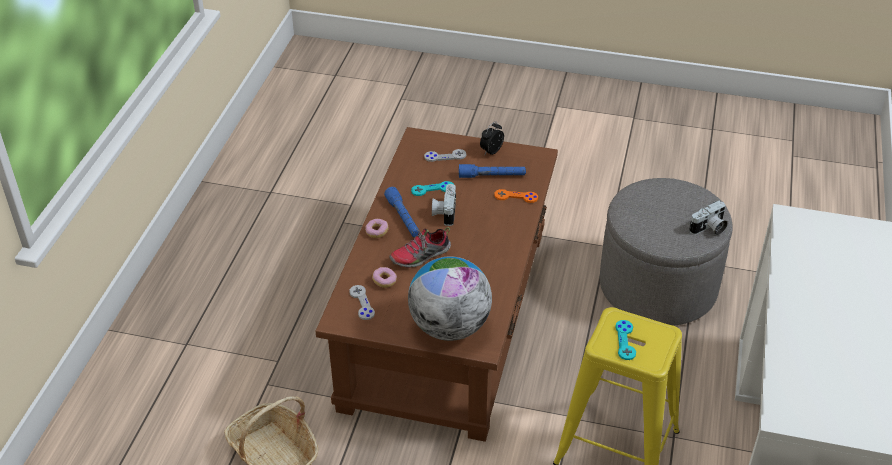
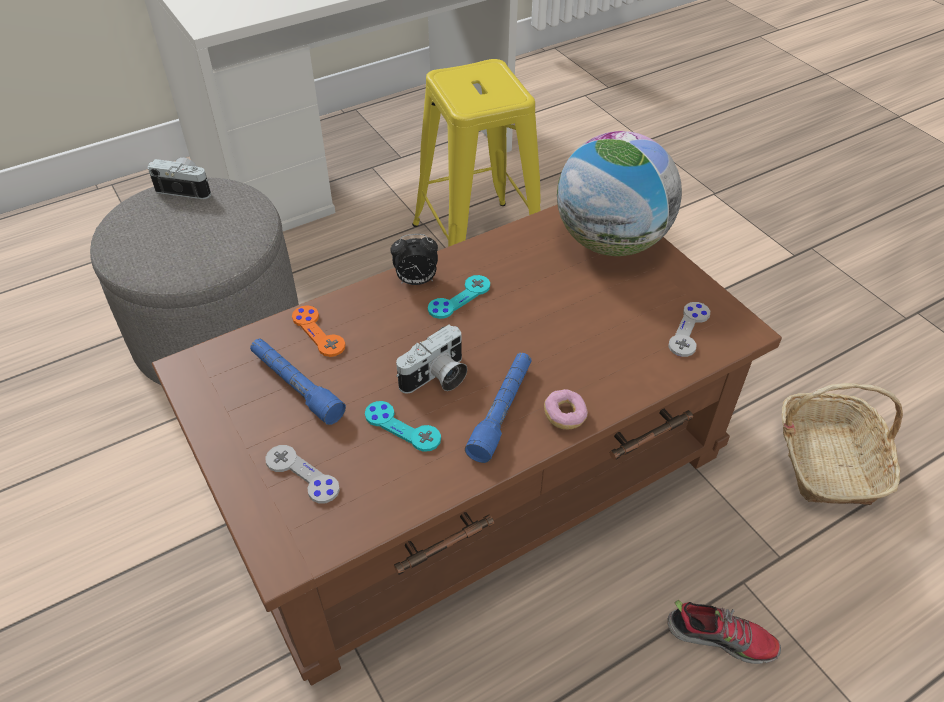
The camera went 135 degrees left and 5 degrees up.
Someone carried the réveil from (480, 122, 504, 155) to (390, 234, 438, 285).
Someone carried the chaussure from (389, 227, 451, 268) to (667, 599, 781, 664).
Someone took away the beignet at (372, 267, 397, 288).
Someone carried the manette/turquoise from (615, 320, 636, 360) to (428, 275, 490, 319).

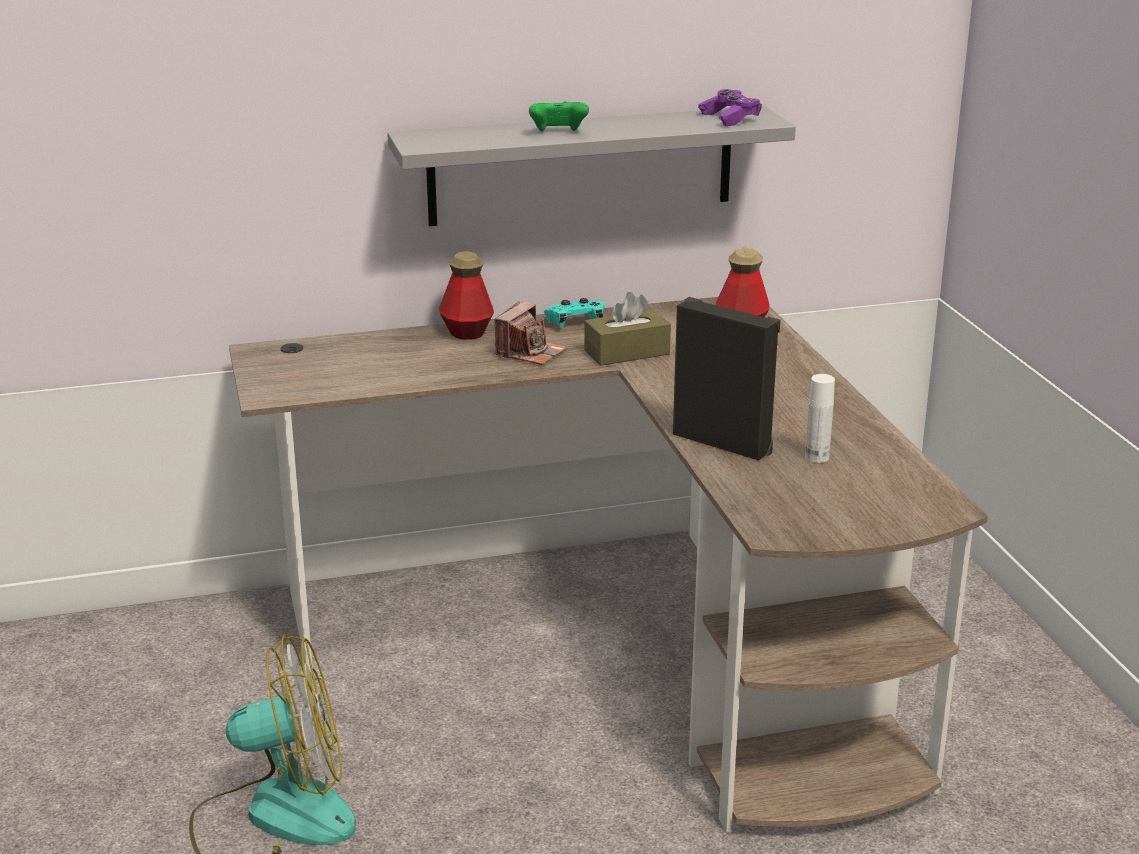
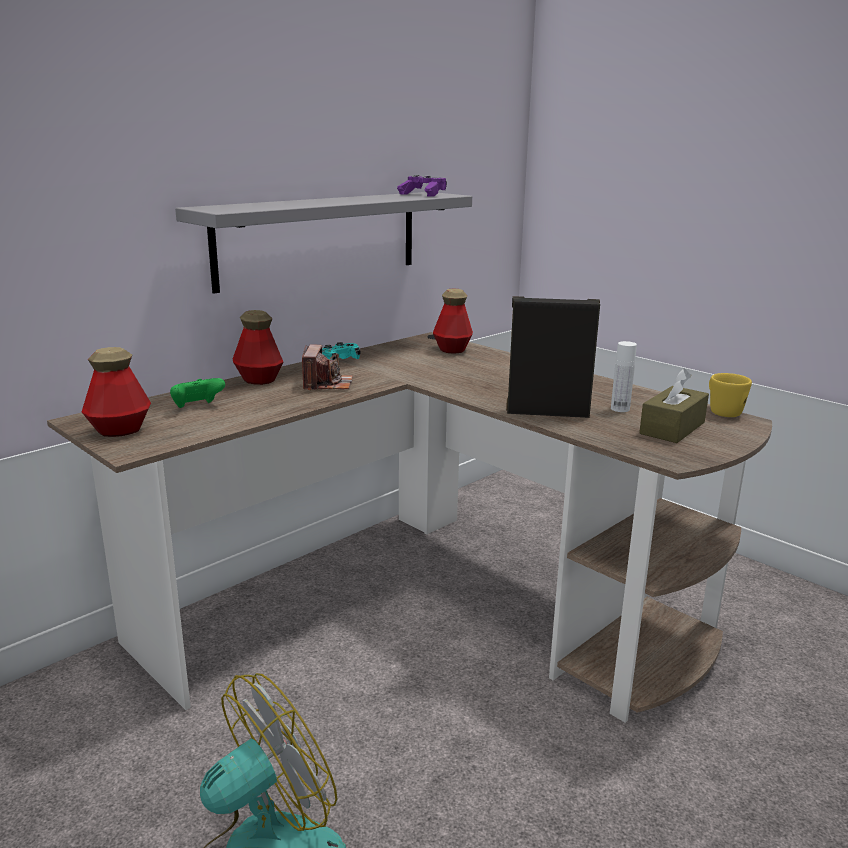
The camera went 30 degrees left and 5 degrees down.
Someone carried the manette/vert from (529, 101, 589, 131) to (170, 378, 225, 408).
Someone carried the boîte à mouchoirs/marron from (584, 292, 671, 366) to (639, 368, 709, 443).
Someone put down the bouteille at (82, 347, 151, 437).
Someone put down the mug/jaune at (709, 373, 752, 417).

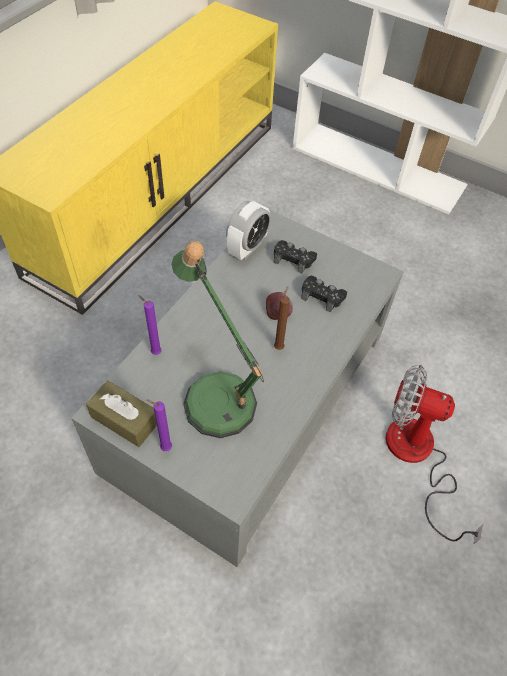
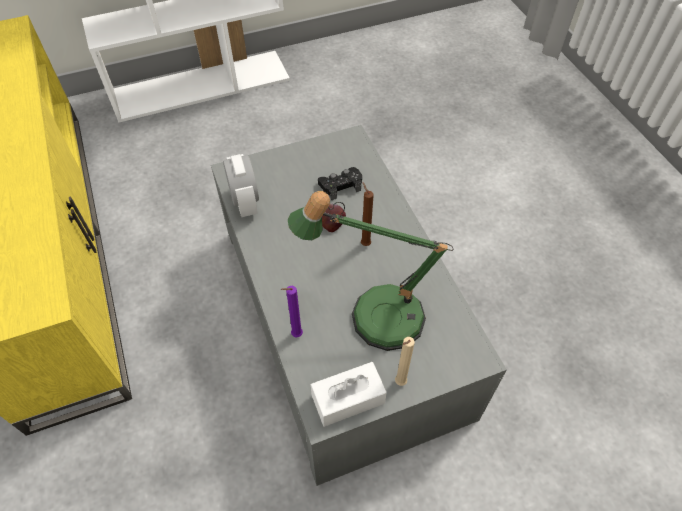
The camera went 50 degrees left and 0 degrees up.
Someone took away the manette/noir at (274, 240, 317, 274).
Someone took away the ventilateur at (386, 365, 484, 544).
Someone repainted the boîte à mouchoirs/marron at (86, 381, 157, 447), which became the boîte à mouchoirs/blanc at (311, 362, 387, 427).
Someone repainted the bougie/violet at (147, 399, 172, 451), which became the bougie/beige at (395, 337, 415, 386).

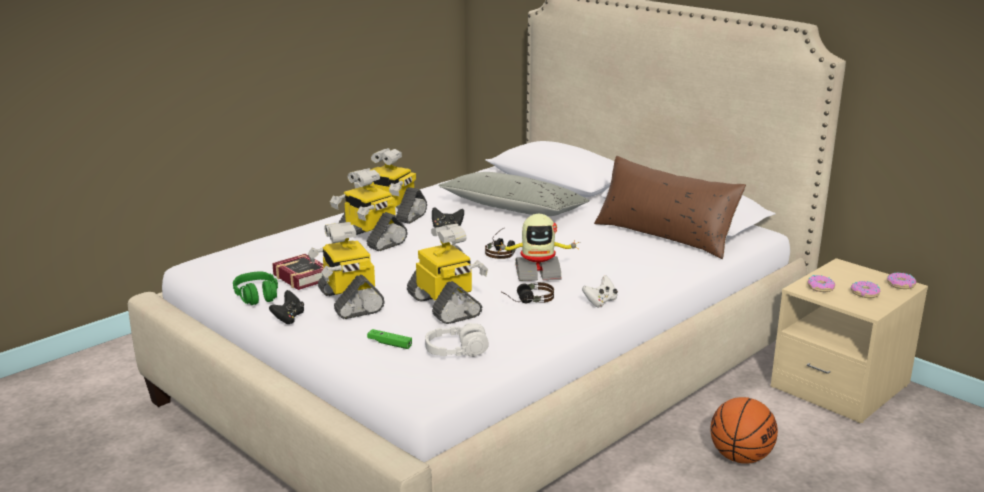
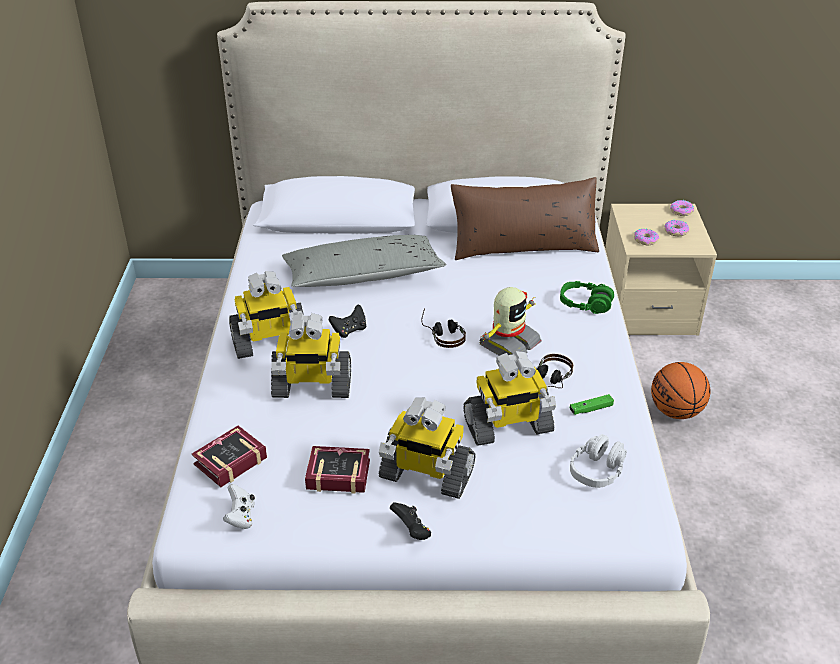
The camera went 45 degrees left and 15 degrees up.
Someone rotated the robot jouet at (407, 224, 488, 324) by 150 degrees clockwise.
Someone carried the casque audio/vert from (233, 271, 278, 305) to (560, 281, 614, 314).
Someone carried the manette/blanc from (582, 275, 618, 308) to (223, 484, 255, 529).
Someone carried the manette/vert from (367, 329, 412, 349) to (570, 394, 614, 415).
Someone put down the livre at (192, 426, 267, 487).

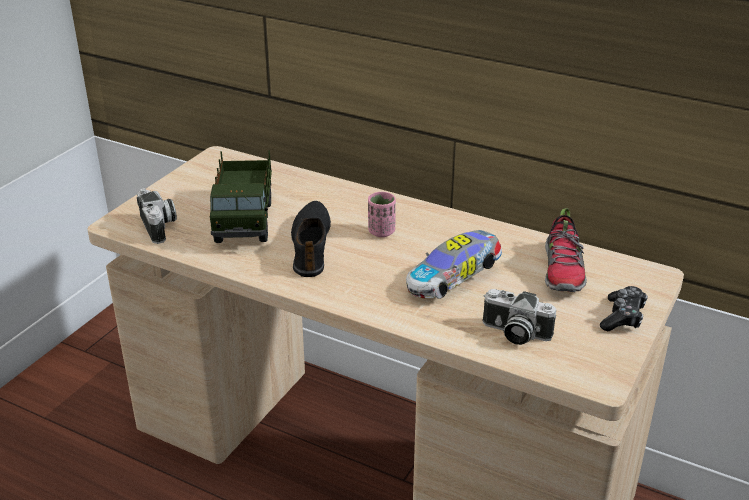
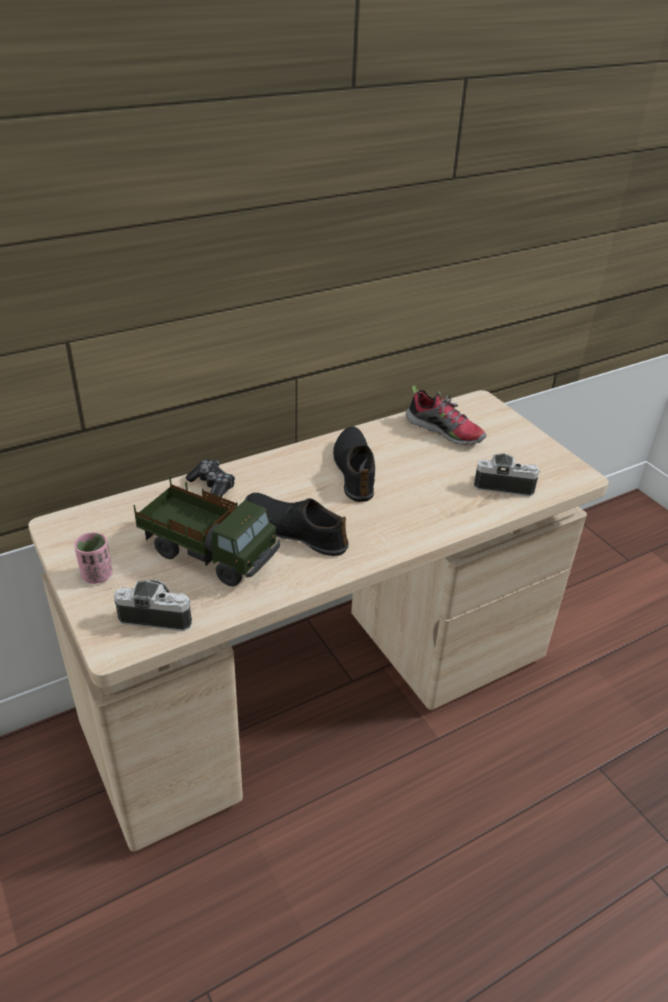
The camera went 60 degrees left and 5 degrees up.
Someone carried the tasse/rose from (368, 192, 396, 237) to (74, 532, 113, 584).
Someone took away the petite voiture at (406, 230, 502, 299).
Someone carried the manette from (600, 286, 648, 332) to (186, 459, 235, 503).
Someone rotated the appareil photo at (482, 289, 556, 345) by 135 degrees counterclockwise.
Someone put down the chaussure/noir at (333, 426, 375, 502).

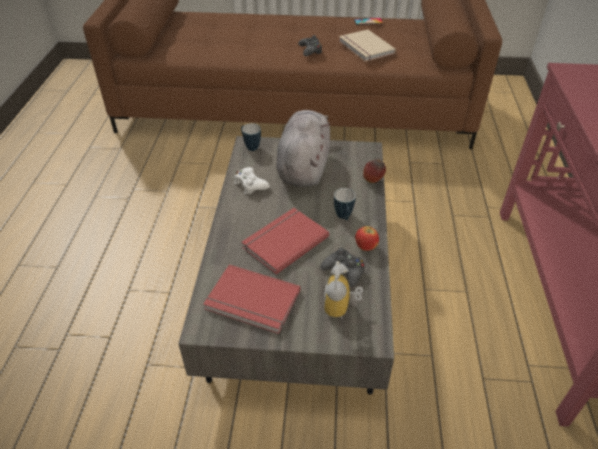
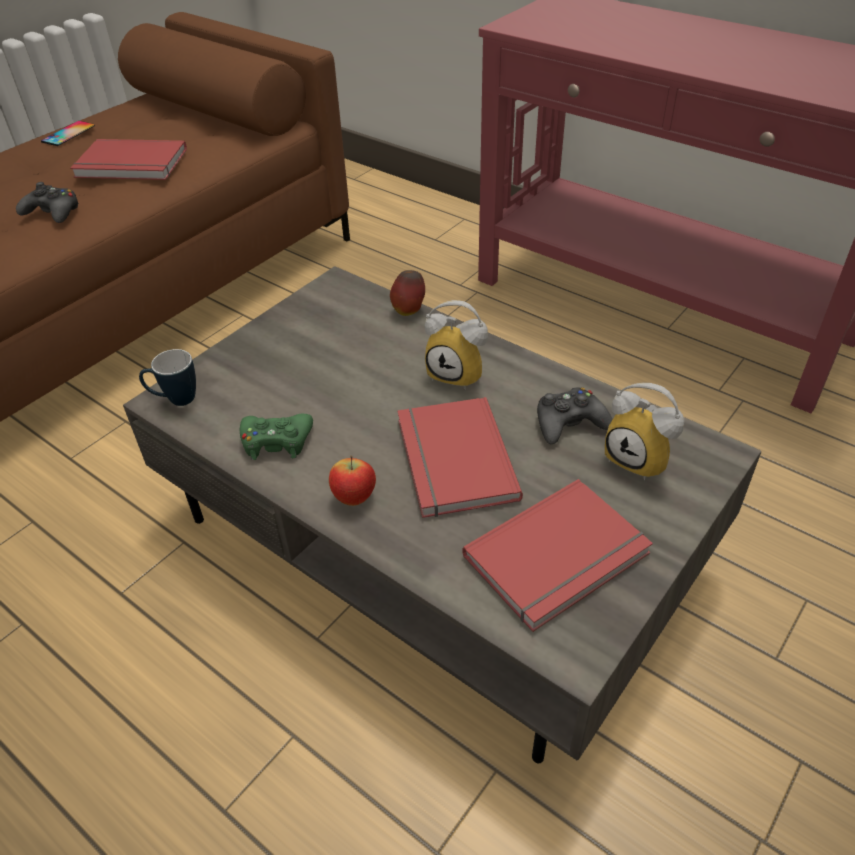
The camera went 55 degrees left and 0 degrees up.
Someone repainted the livre/beige at (339, 29, 396, 62), which became the livre/rouge at (70, 139, 187, 180).
Someone took away the peluche/gris at (276, 110, 330, 187).
Someone repainted the manette/blanc at (234, 167, 270, 194), which became the manette/vert at (240, 414, 313, 460).
Someone swapped the mug at (334, 188, 356, 221) for the réveil at (425, 300, 488, 390).
Someone carried the pomme from (355, 226, 379, 251) to (329, 456, 376, 506).

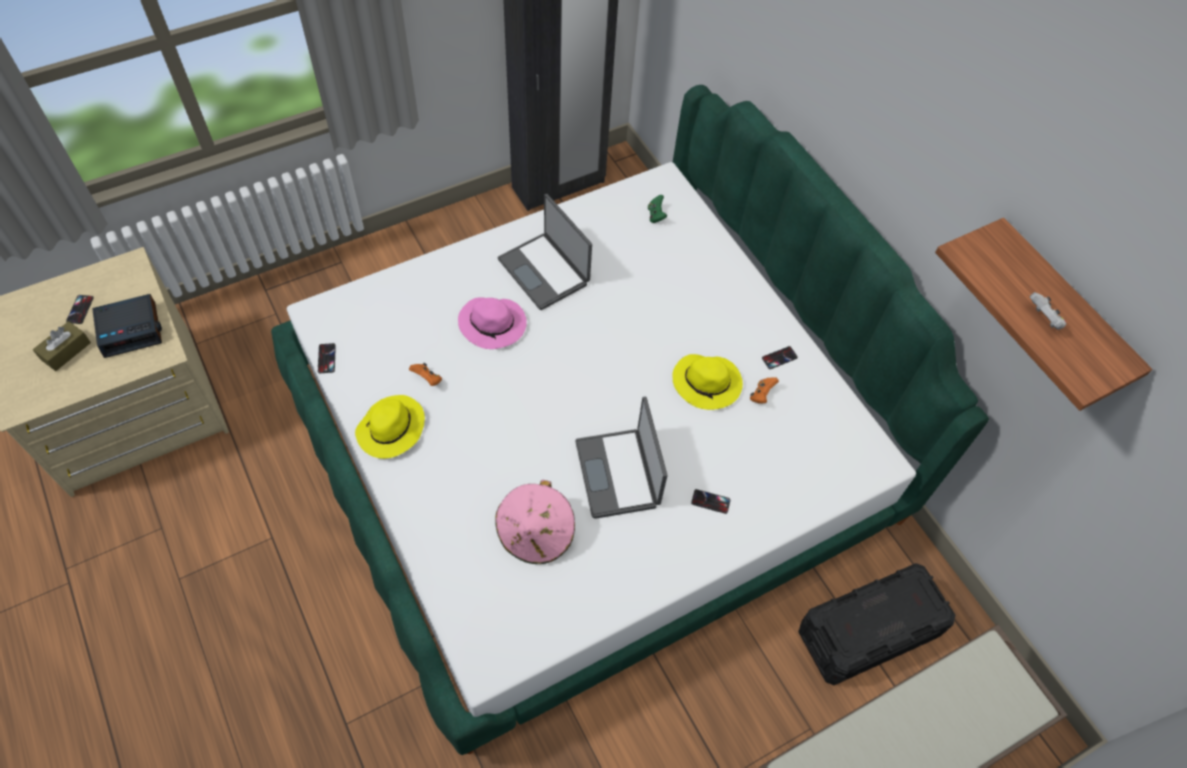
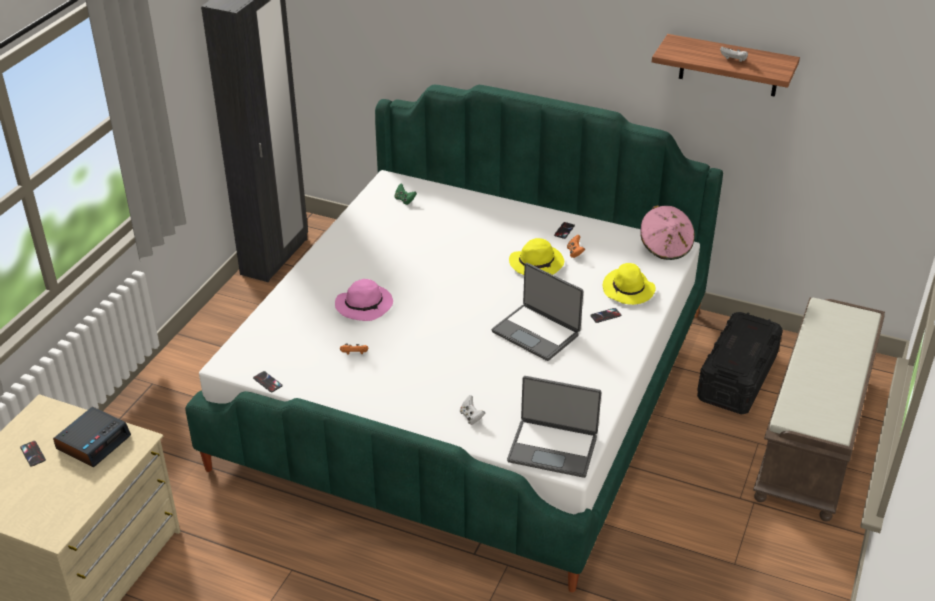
The camera went 35 degrees left and 20 degrees down.
Someone carried the ordinateur portable from (497, 194, 592, 310) to (507, 376, 601, 478).
Someone took away the boîte à mouchoirs/marron at (33, 321, 91, 371).
Someone carried the chapeau/jaune from (355, 395, 425, 459) to (603, 263, 656, 305).
Someone carried the chapeau/rose from (495, 480, 575, 564) to (640, 205, 695, 260).
Someone put down the manette/blanc at (460, 395, 485, 425).

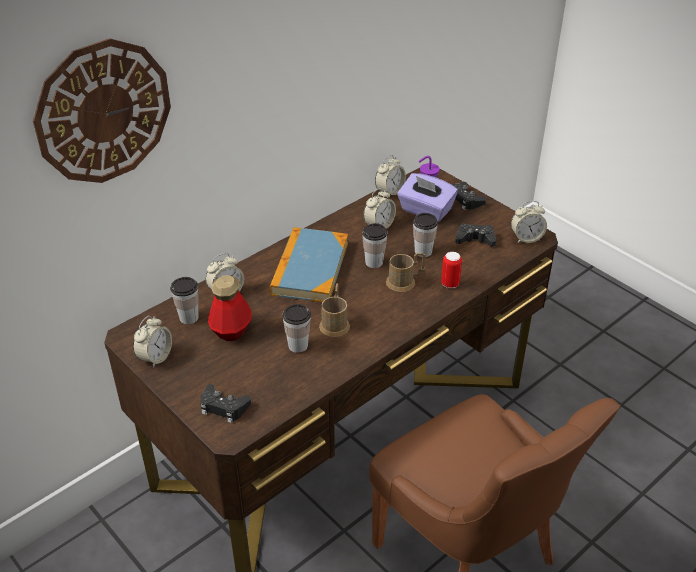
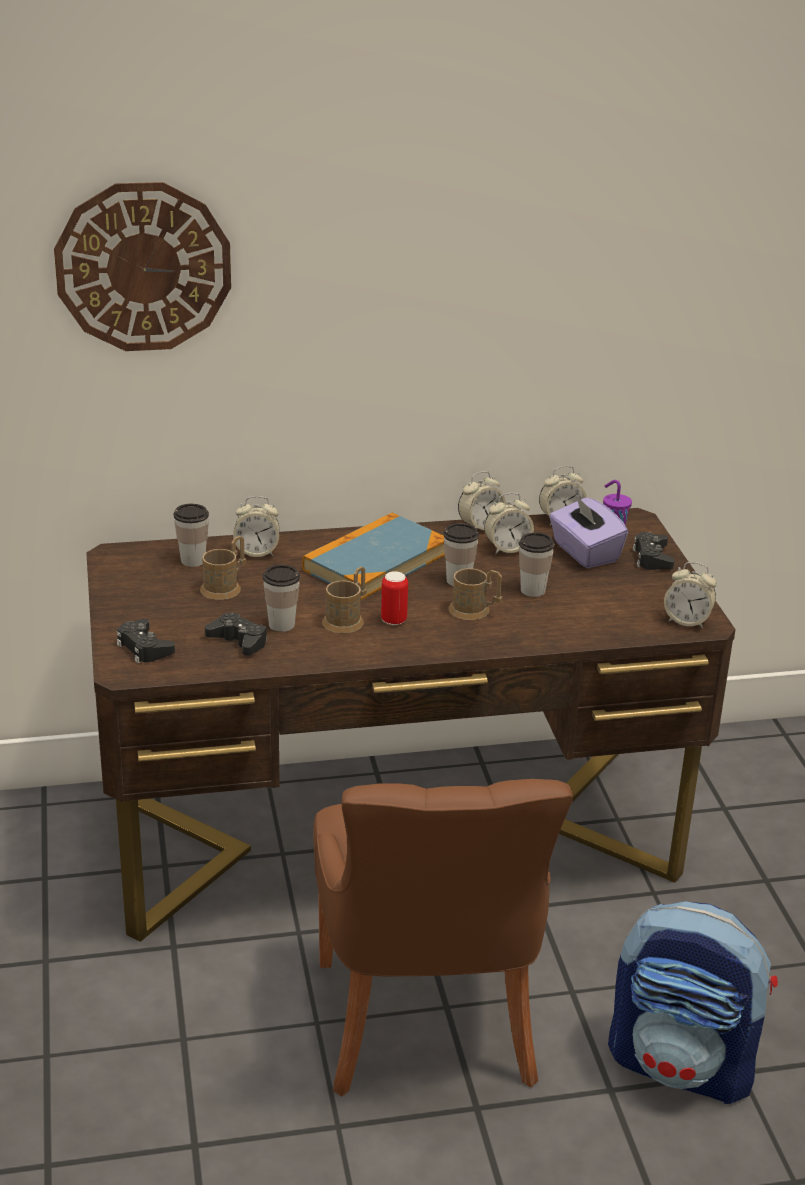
The camera went 30 degrees right and 10 degrees down.
Someone carried the manette/noir from (455, 223, 496, 247) to (205, 612, 267, 655).
Someone carried the boîte métallique from (441, 252, 462, 288) to (381, 571, 408, 625).
Someone swapped the bouteille at (208, 275, 252, 341) for the mug/marron at (200, 536, 246, 600).
Someone carried the réveil from (133, 316, 172, 368) to (458, 471, 506, 530).
Someone put down the sac à dos at (608, 901, 778, 1104).

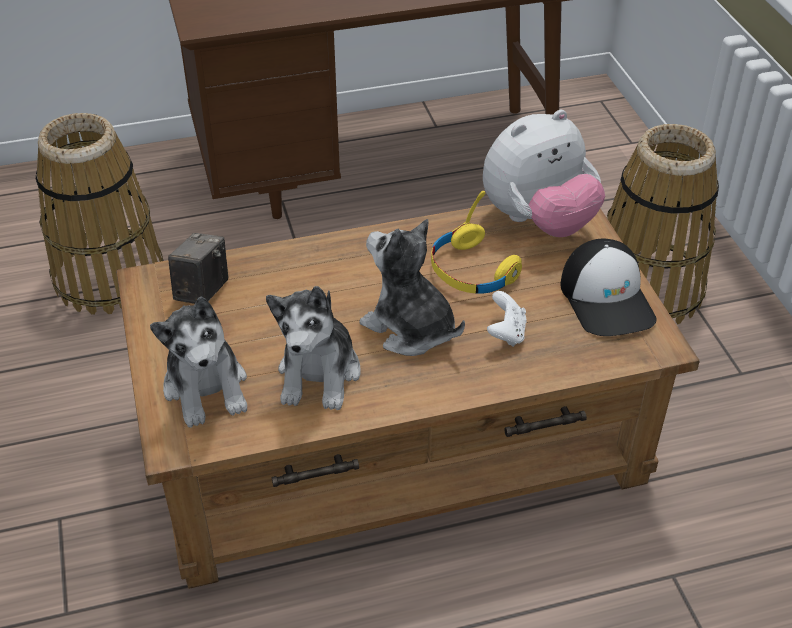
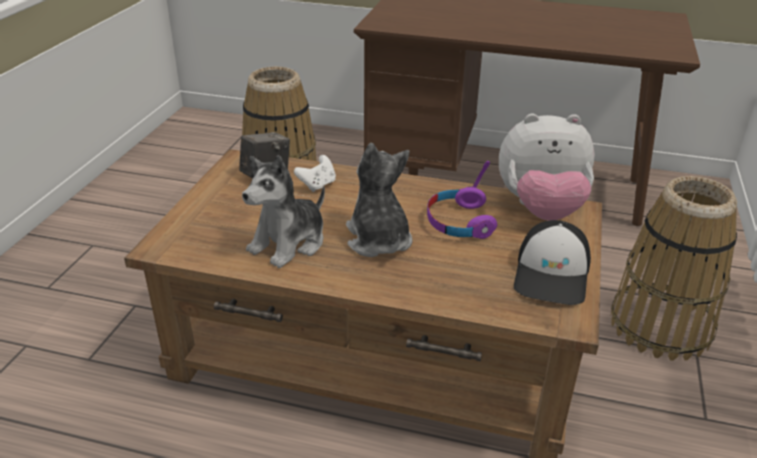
The camera went 30 degrees right and 10 degrees down.
Someone repainted the casque audio/jaune at (431, 191, 522, 293), which became the casque audio/violet at (427, 161, 497, 239).
Someone carried the manette/blanc from (487, 291, 527, 347) to (294, 155, 336, 192).
Someone took away the peluche at (150, 296, 247, 428).

